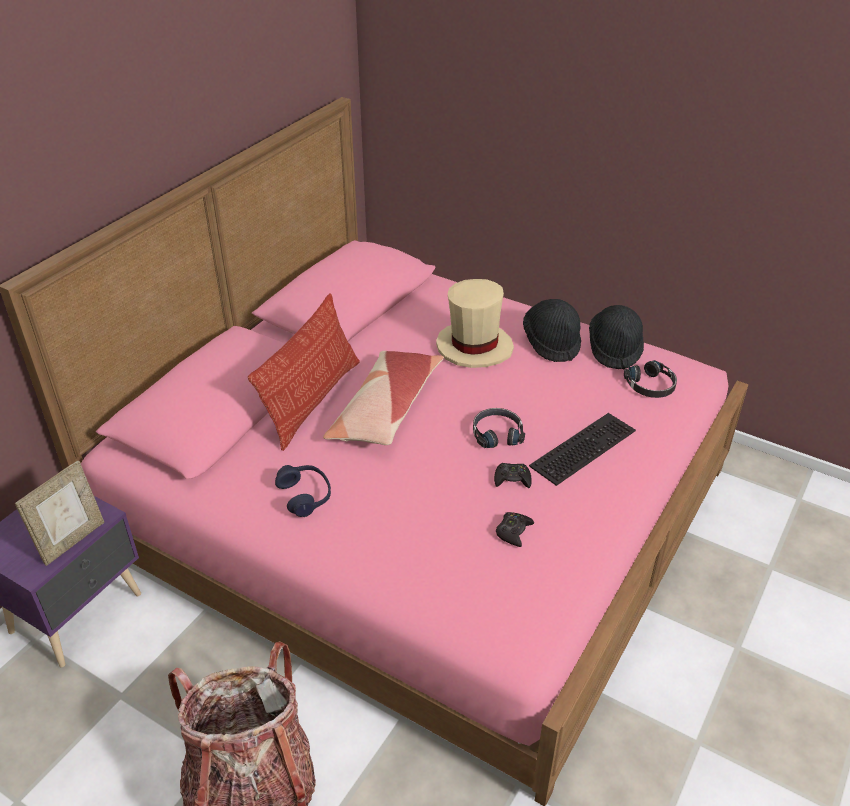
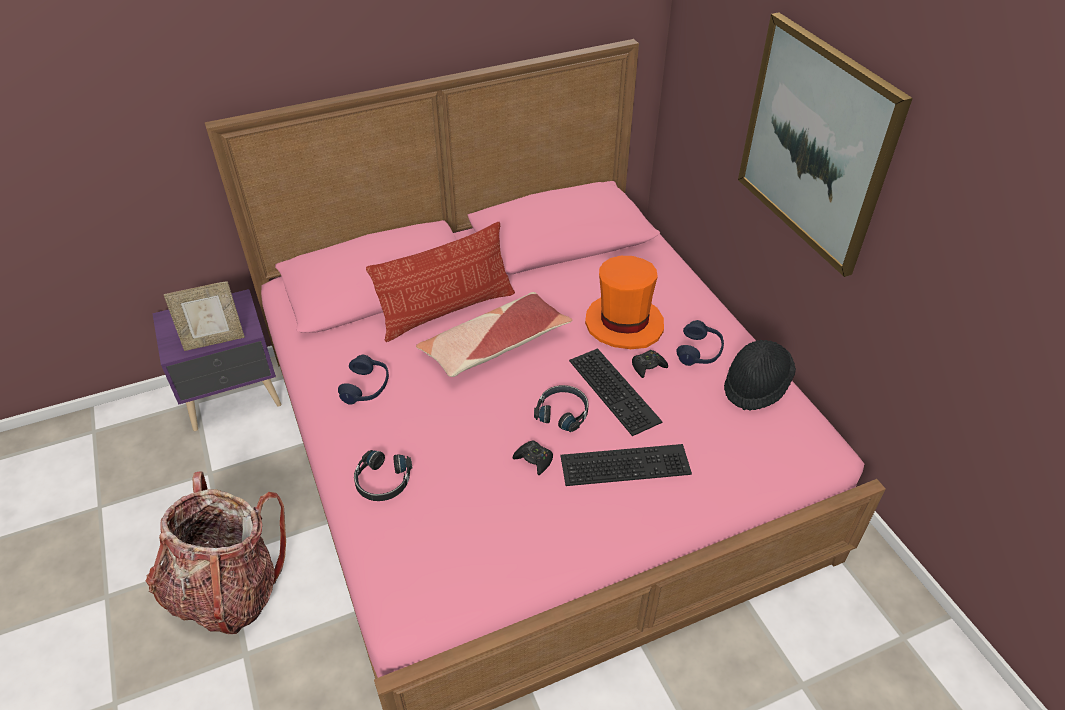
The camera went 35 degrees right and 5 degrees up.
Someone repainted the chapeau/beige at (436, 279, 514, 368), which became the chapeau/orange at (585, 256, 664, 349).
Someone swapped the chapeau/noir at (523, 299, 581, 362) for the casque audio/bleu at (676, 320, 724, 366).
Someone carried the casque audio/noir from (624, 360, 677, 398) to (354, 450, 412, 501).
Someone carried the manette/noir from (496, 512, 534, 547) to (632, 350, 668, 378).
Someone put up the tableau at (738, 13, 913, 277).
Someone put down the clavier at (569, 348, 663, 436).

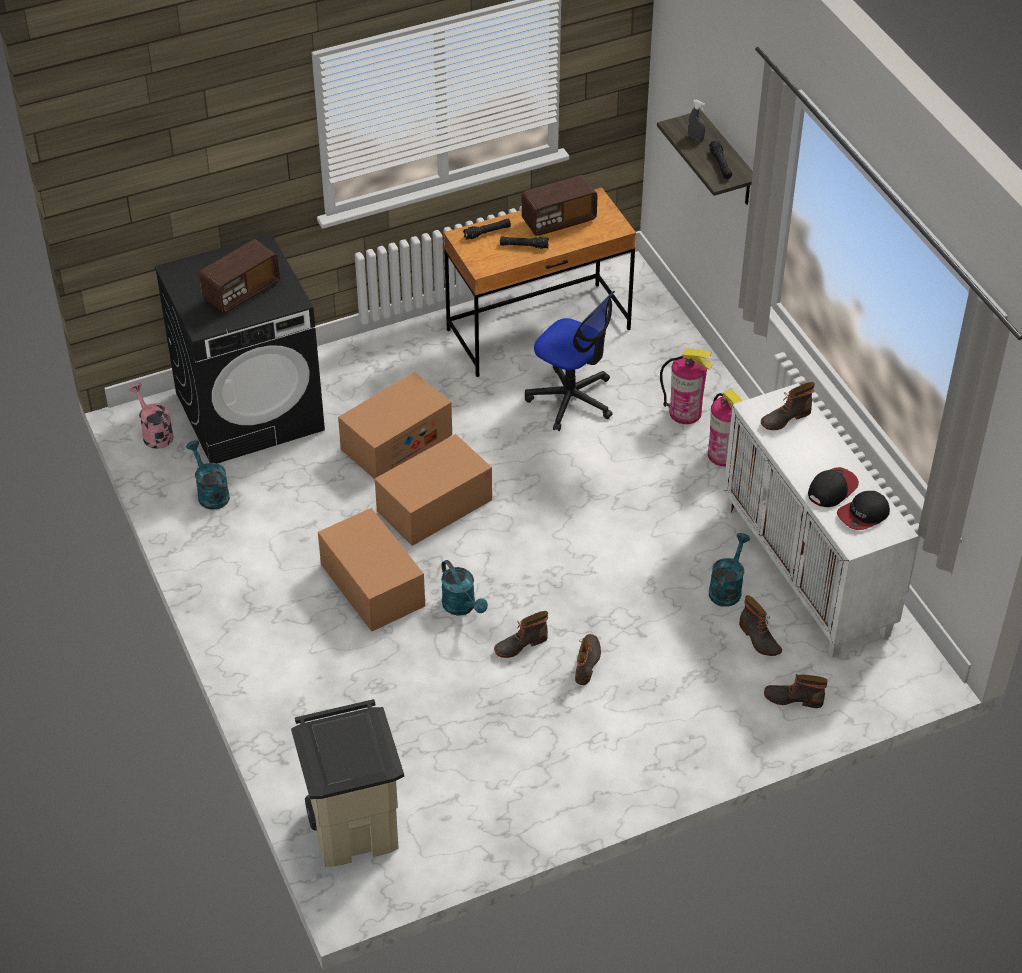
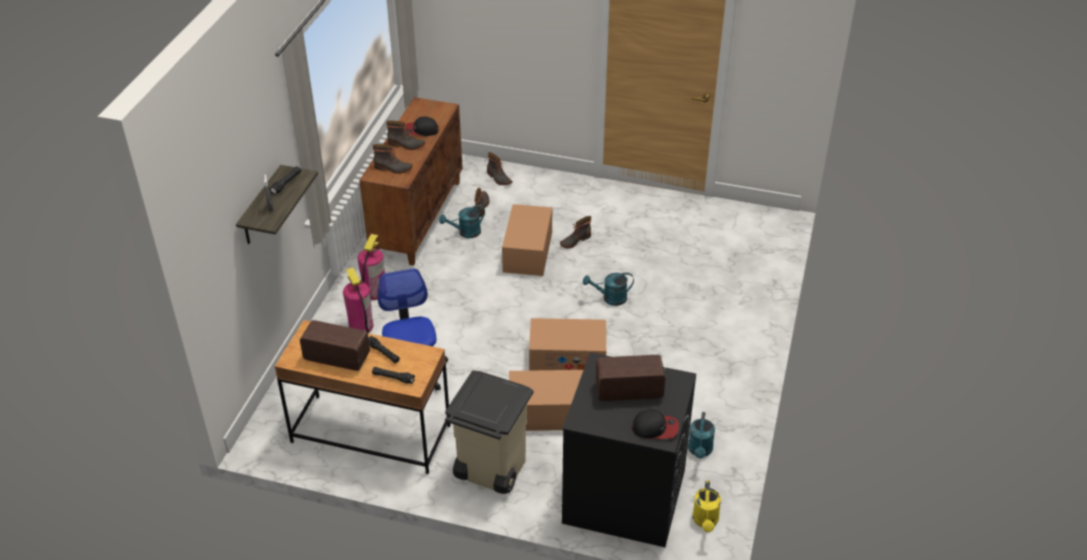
The camera went 140 degrees left and 5 degrees down.
Someone repainted the arrosoir/rose at (129, 383, 174, 449), which became the arrosoir/jaune at (692, 480, 721, 532).
Someone repainted the meuble de rangement/blanc at (723, 383, 919, 658), which became the meuble de rangement/marron at (359, 97, 463, 266).
Someone carried the casquette from (837, 491, 890, 530) to (632, 409, 679, 439).
Someone carried the carton from (318, 508, 425, 632) to (502, 204, 552, 276).
Someone rotated the arrosoir/turquoise at (441, 560, 488, 616) by 105 degrees counterclockwise.
Someone carried the botte from (494, 611, 548, 658) to (386, 120, 425, 150).
Someone carried the poubelle/beige from (291, 699, 404, 867) to (445, 370, 534, 494).

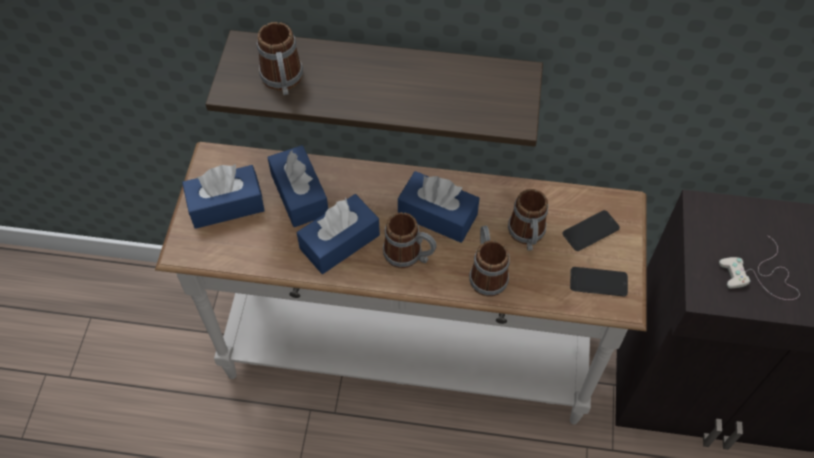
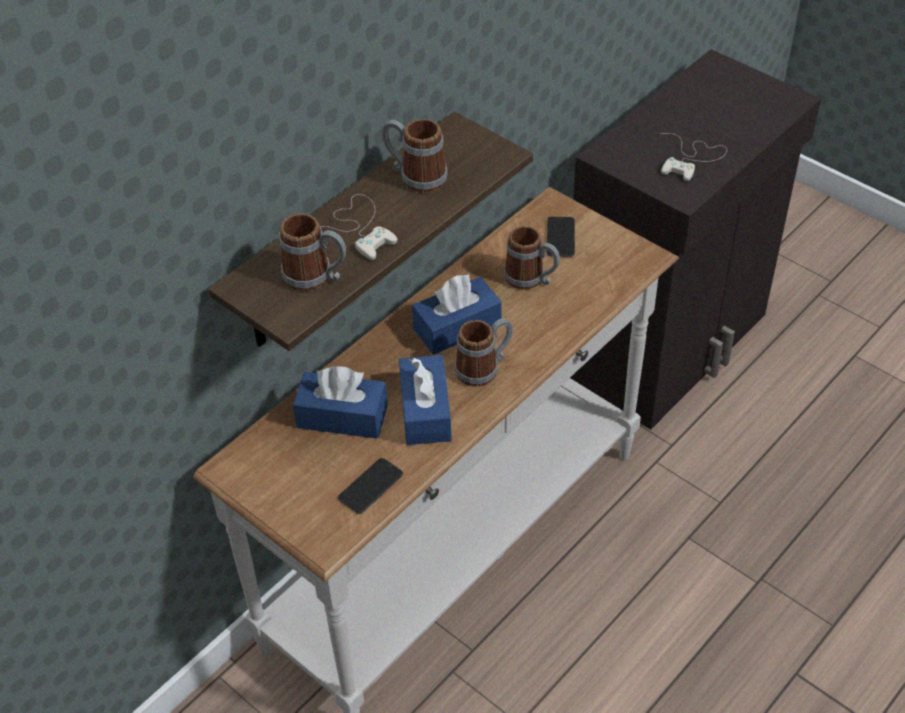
The camera went 55 degrees left and 10 degrees down.
Someone took away the boîte à mouchoirs/bleu at (182, 164, 265, 229).
Someone carried the mug from (469, 226, 510, 297) to (382, 119, 448, 193).
Someone carried the téléphone from (570, 267, 628, 296) to (338, 458, 403, 514).
Someone put down the manette/blanc at (320, 194, 398, 260).

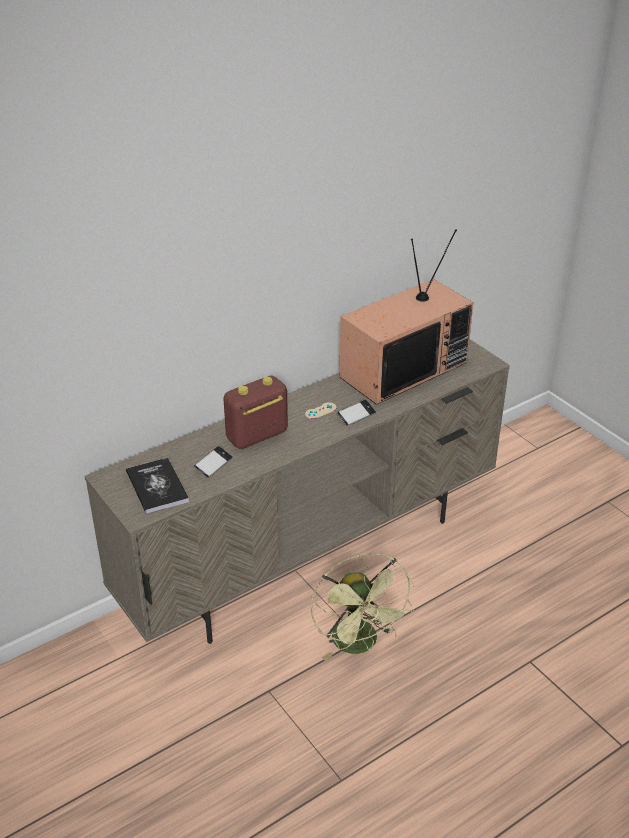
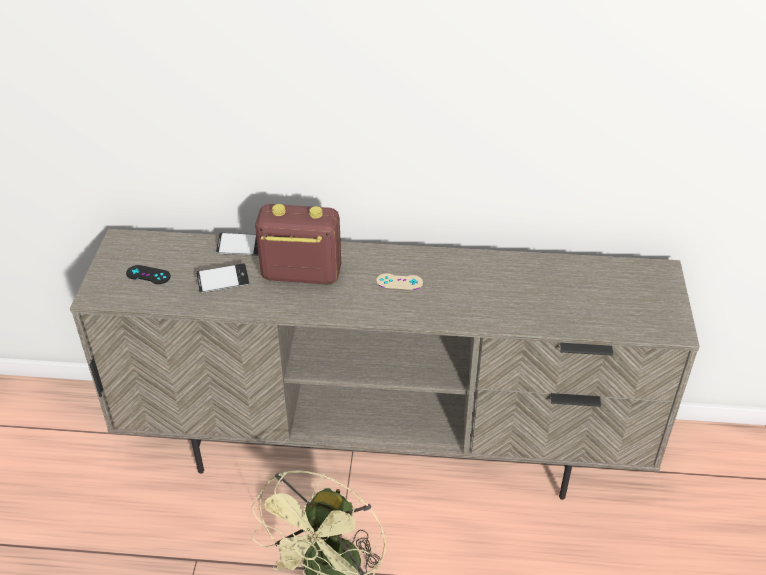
The camera went 40 degrees right and 5 degrees up.
Someone took away the téléviseur at (339, 229, 473, 405).
Someone carried the téléphone from (337, 400, 376, 426) to (216, 233, 259, 256).
Someone swapped the livre at (126, 457, 189, 514) for the manette/noir at (126, 265, 171, 284).

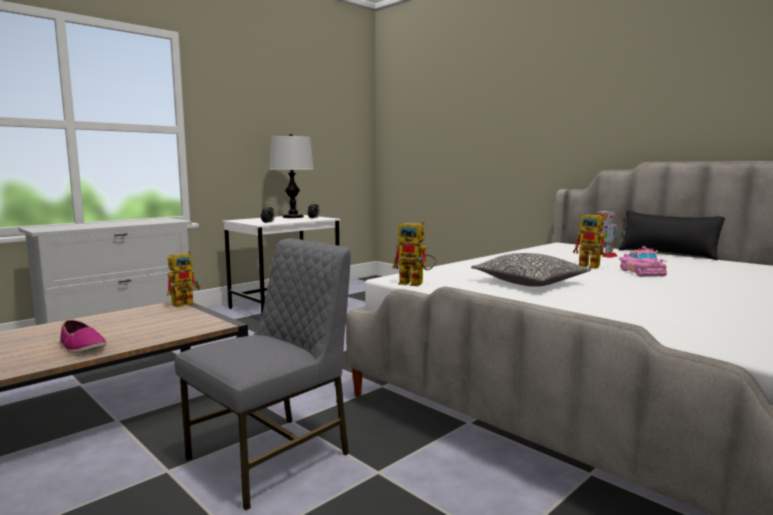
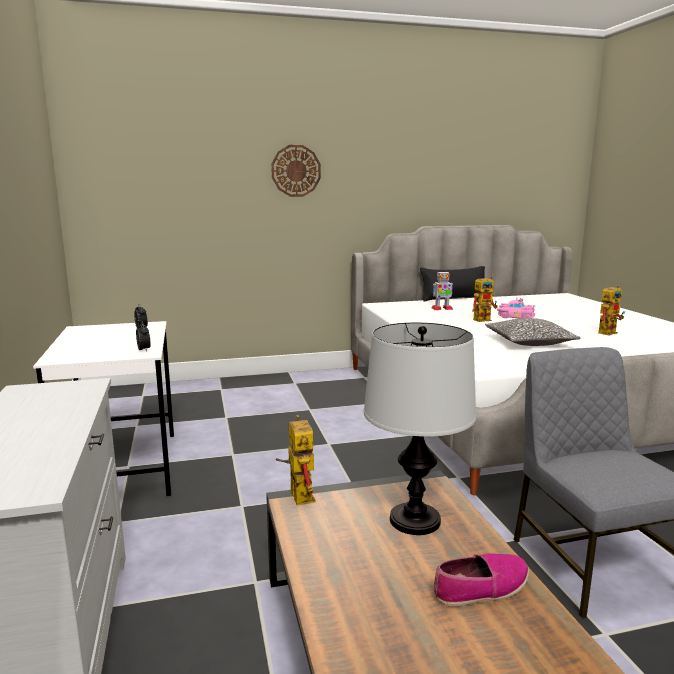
The camera went 60 degrees left and 5 degrees up.
Someone carried the lampe de table from (270, 134, 314, 218) to (364, 322, 476, 535).
Someone carried the robot jouet from (392, 221, 437, 286) to (598, 285, 625, 336).
Someone put up the horloge murale at (271, 145, 321, 197).

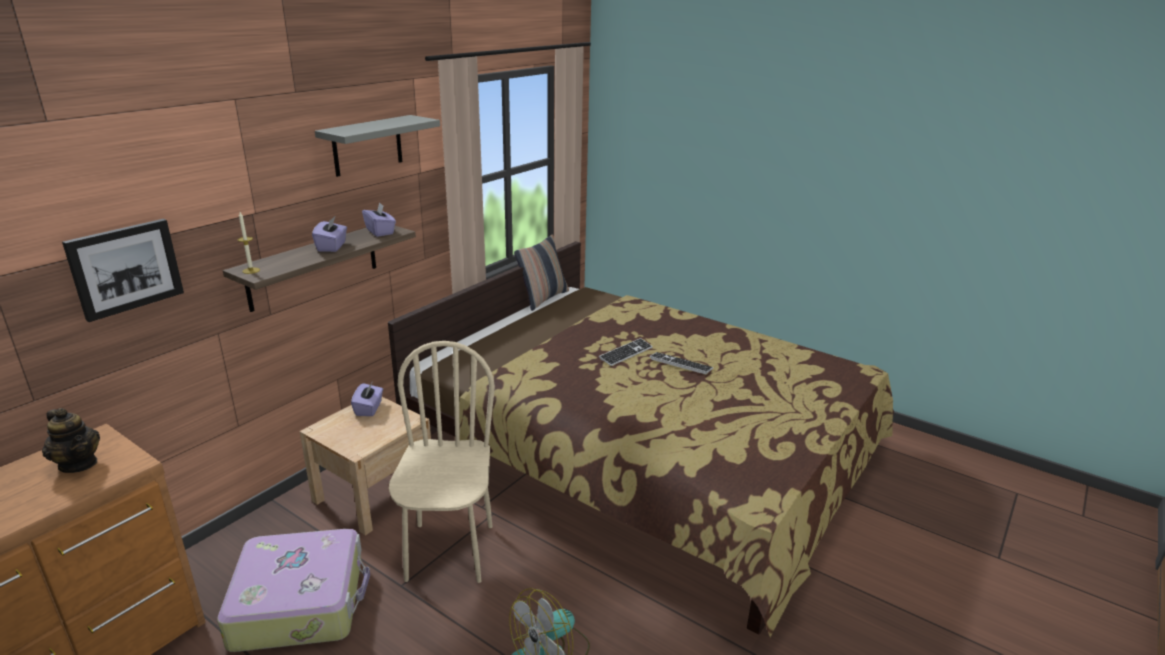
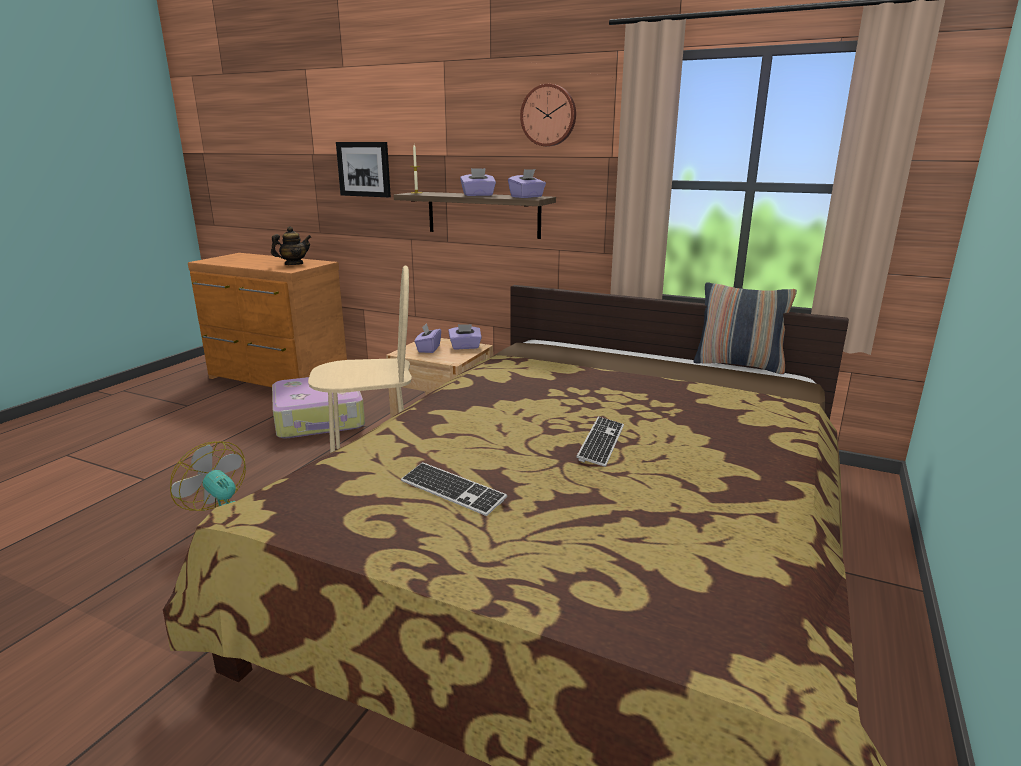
The camera went 80 degrees right and 5 degrees down.
Someone swapped the étagère/gris at (315, 115, 440, 177) for the horloge murale at (520, 84, 576, 146).
Someone carried the clavier from (599, 338, 653, 366) to (401, 462, 507, 516).
Someone rotated the théière at (42, 408, 100, 473) by 150 degrees counterclockwise.
Someone put down the boîte à mouchoirs/violet at (414, 323, 441, 353).

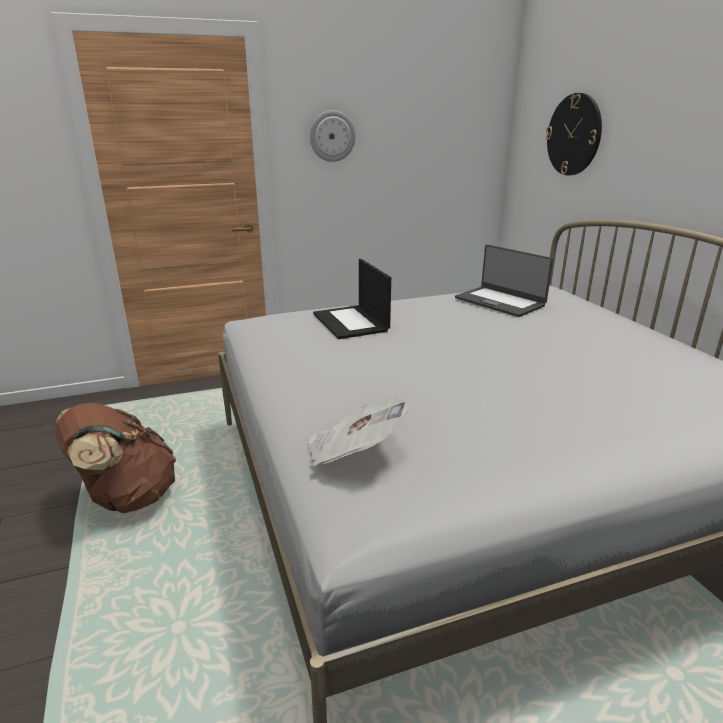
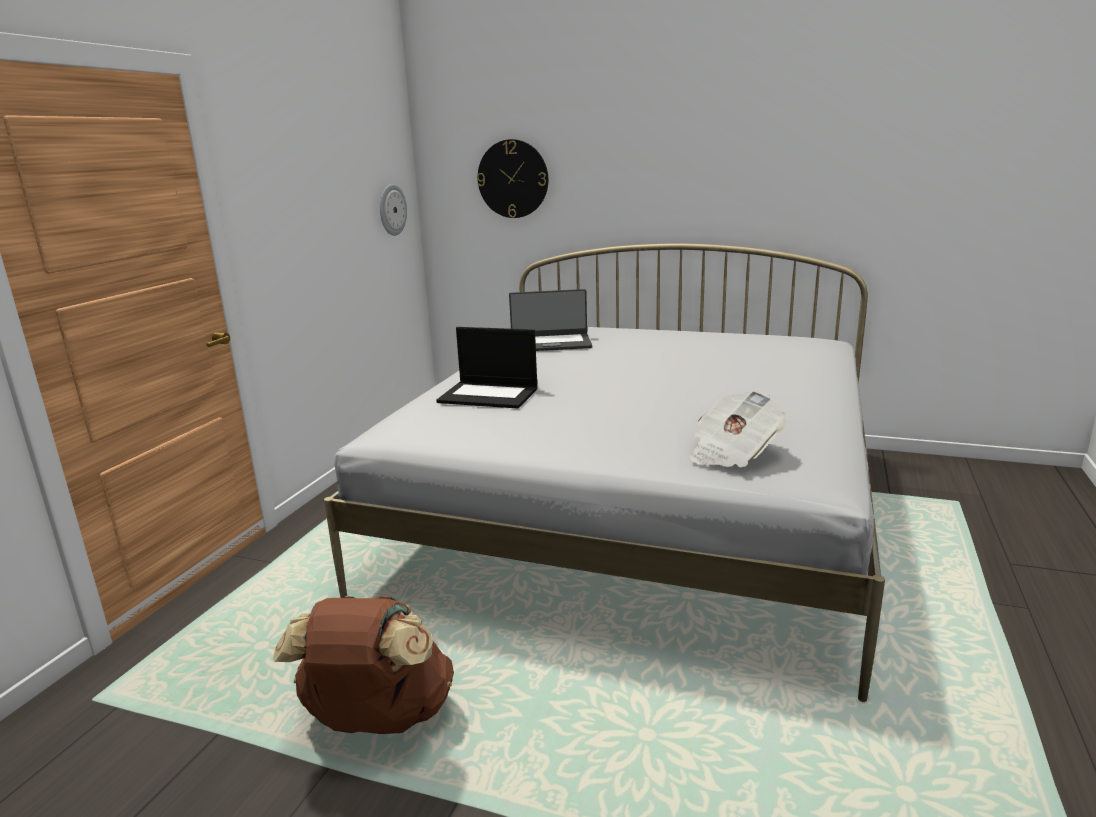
The camera went 50 degrees left and 5 degrees down.
Someone carried the horloge murale from (310, 110, 356, 162) to (380, 184, 407, 236).

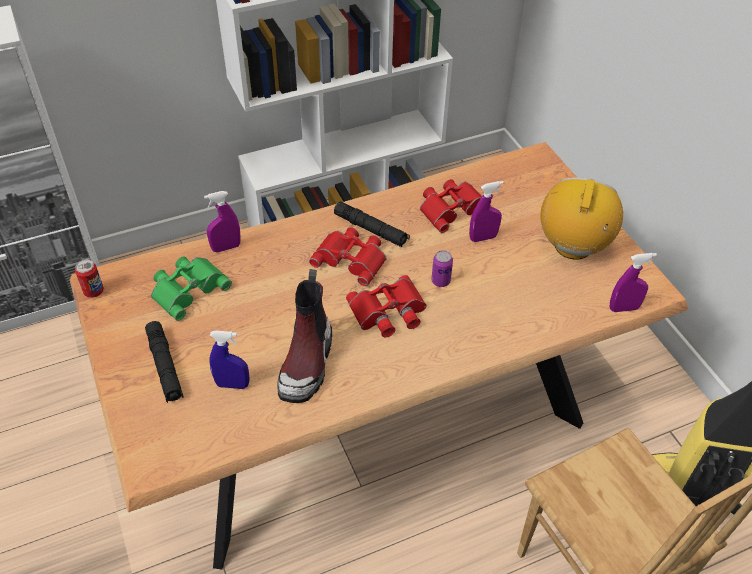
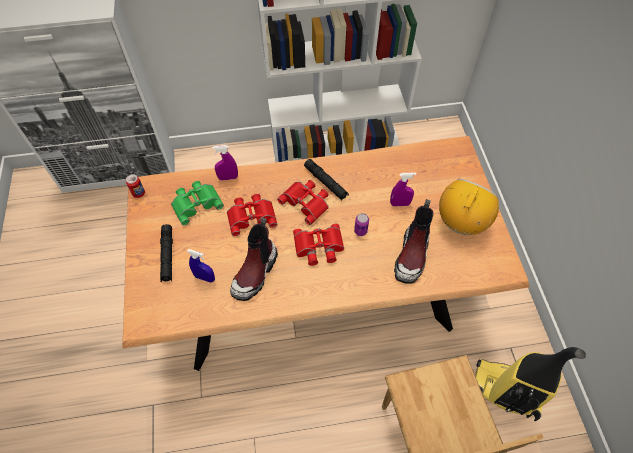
The camera went 15 degrees right and 10 degrees up.
Someone carried the jumelles/rouge from (420, 179, 491, 233) to (227, 194, 277, 236).
Someone took away the vaporisateur/violet at (610, 253, 657, 312).
Someone put down the botte at (394, 199, 434, 284).

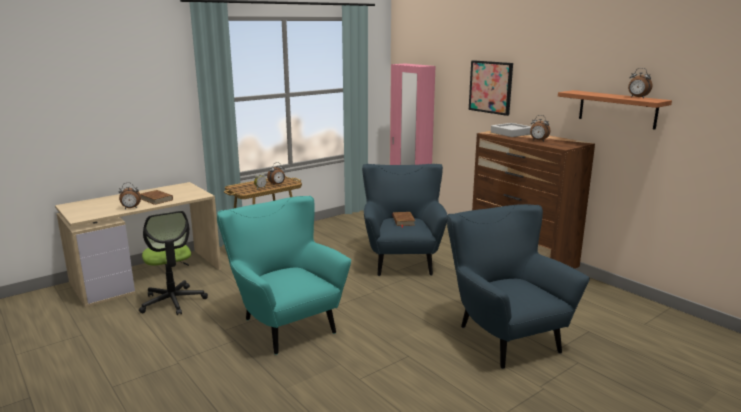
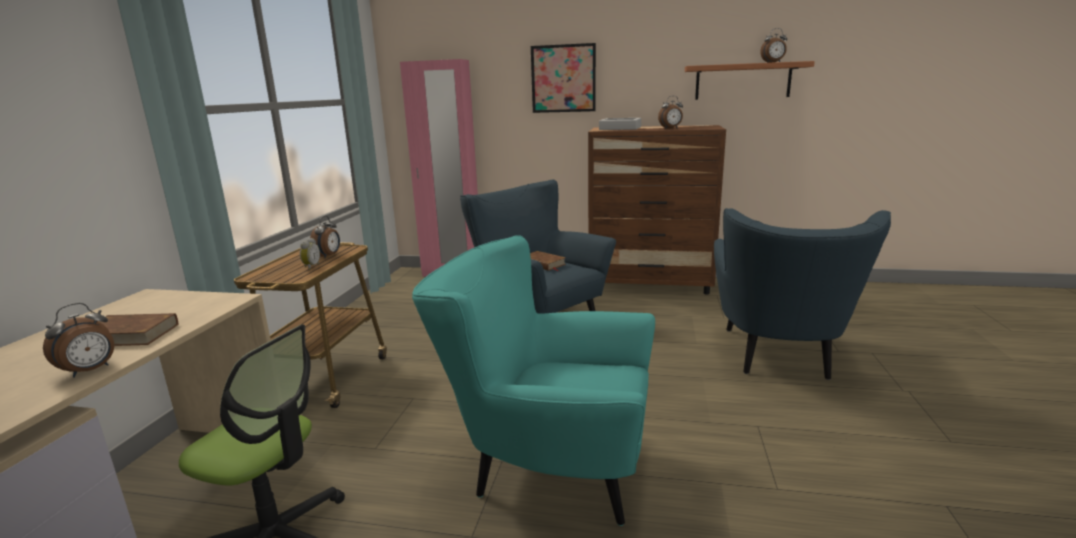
The camera went 40 degrees left and 0 degrees up.
Someone rotated the fauteuil/bleu at (447, 204, 590, 369) by 105 degrees counterclockwise.

